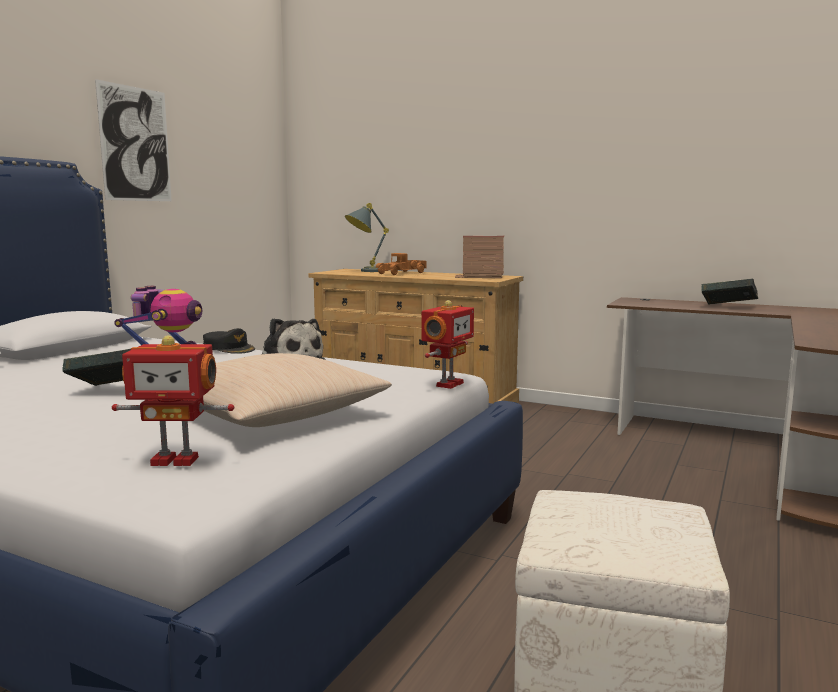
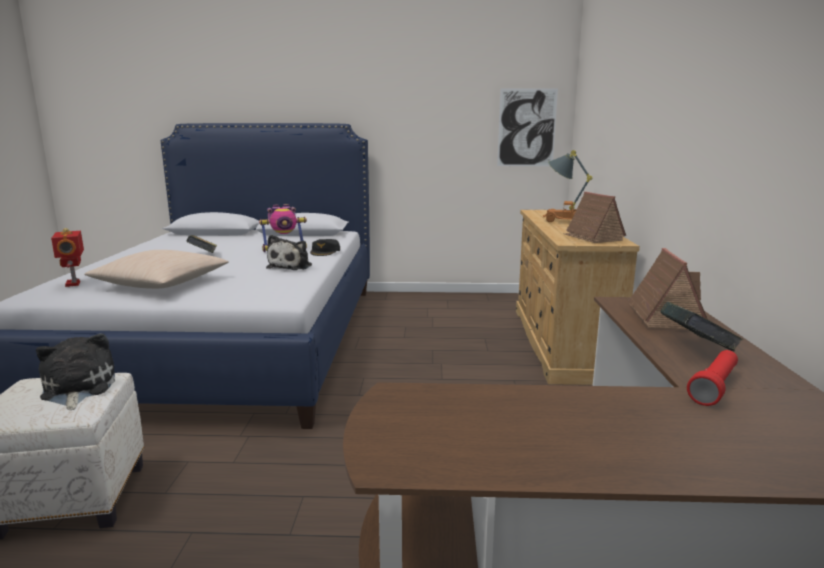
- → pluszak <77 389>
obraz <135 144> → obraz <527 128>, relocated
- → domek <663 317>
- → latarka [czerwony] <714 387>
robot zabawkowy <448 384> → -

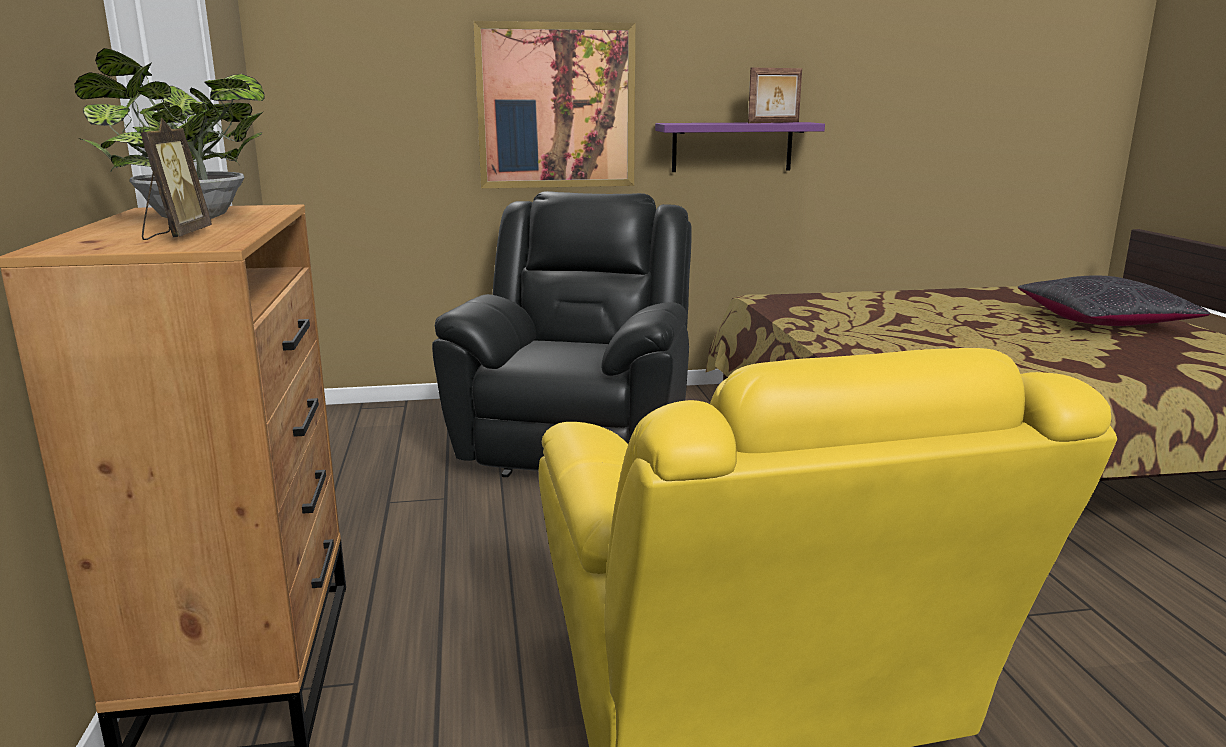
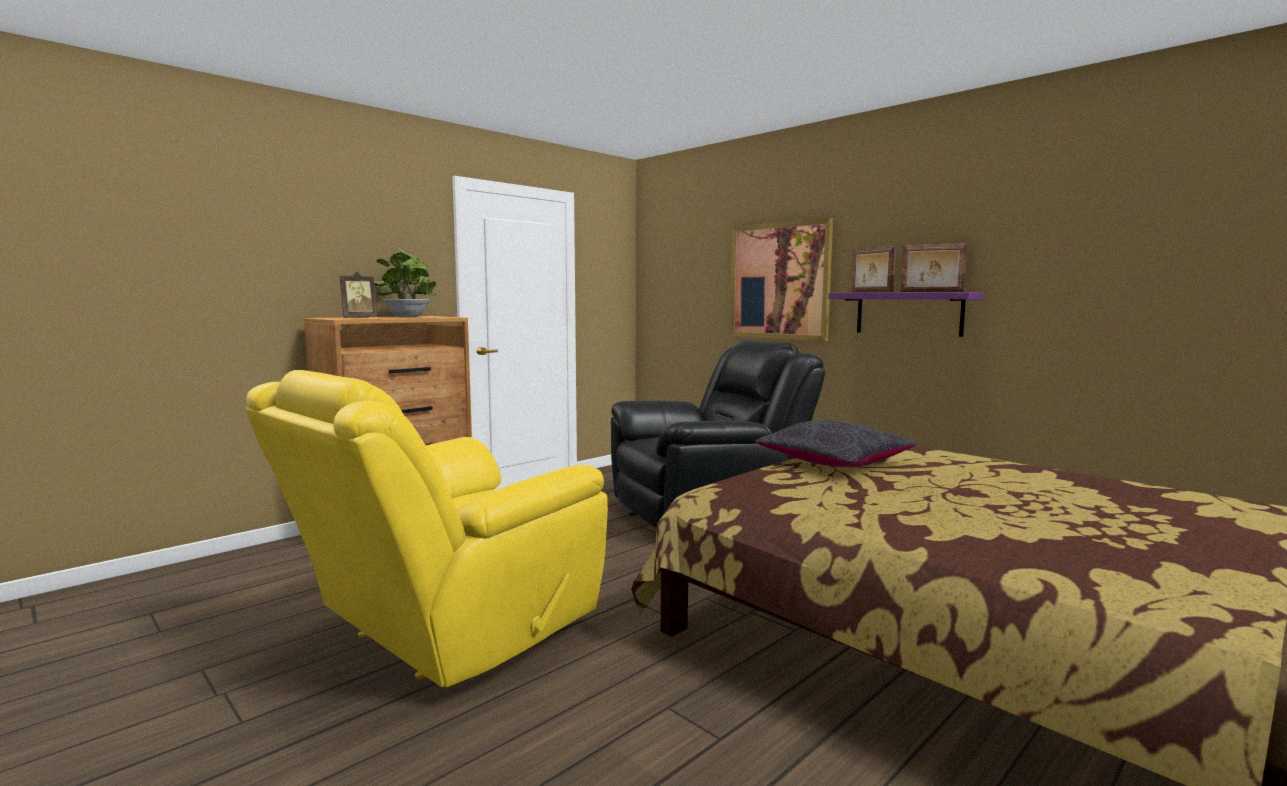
poduszka [czarny] <1103 322> → poduszka [czarny] <834 463>, relocated
- → ramka na zdjęcie <870 292>

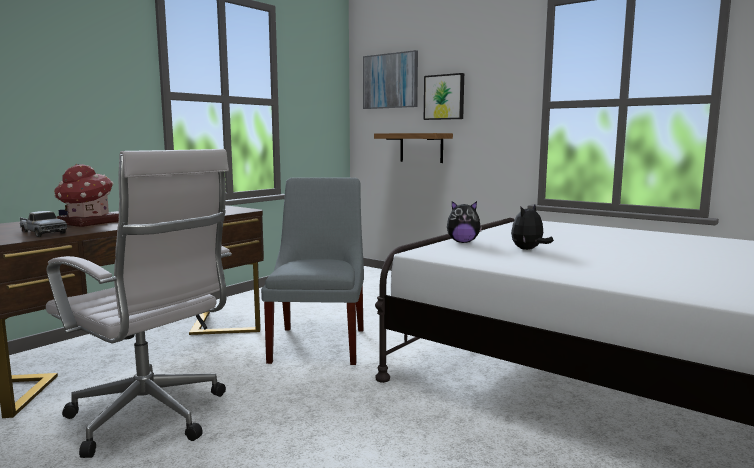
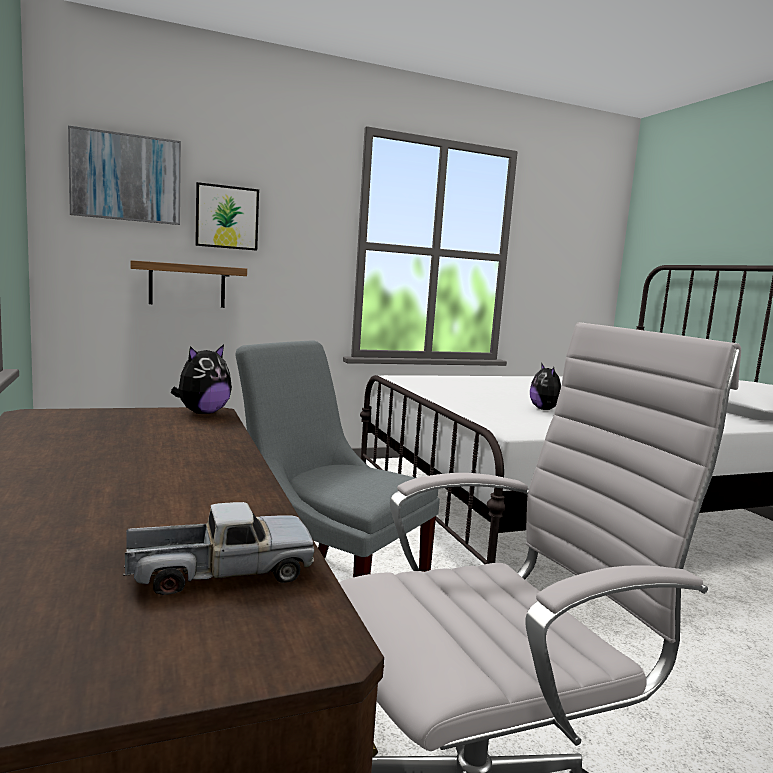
pluszak <463 242> → pluszak <202 413>, relocated
domek <87 223> → -

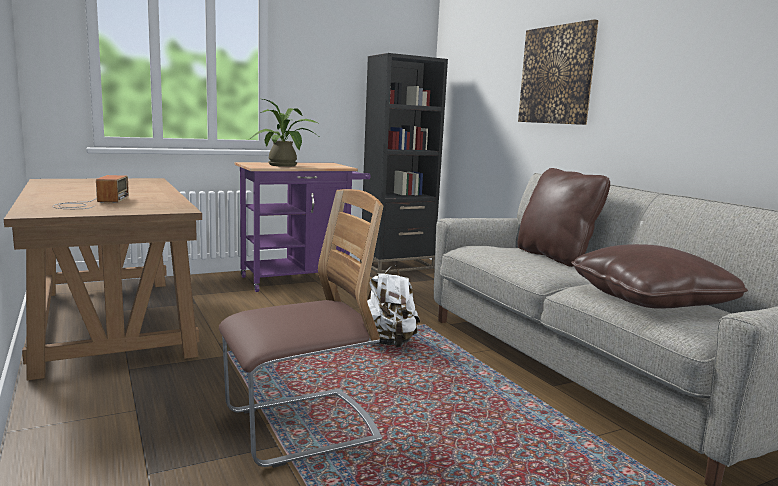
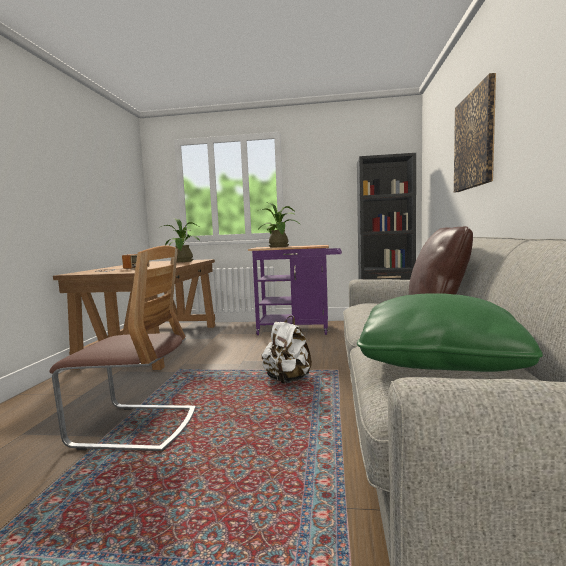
- → roślina doniczkowa <183 261>
poduszka [brązowy] <650 300> → poduszka [zielony] <437 360>

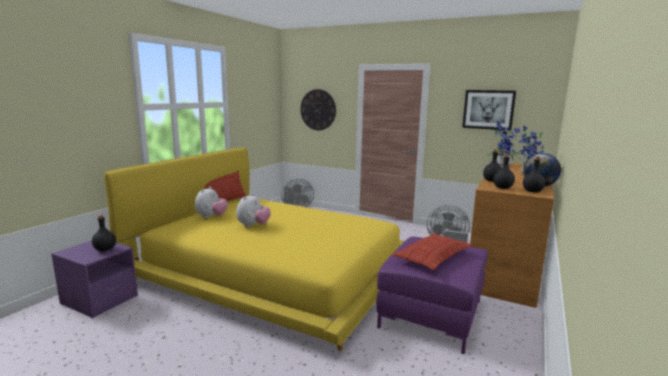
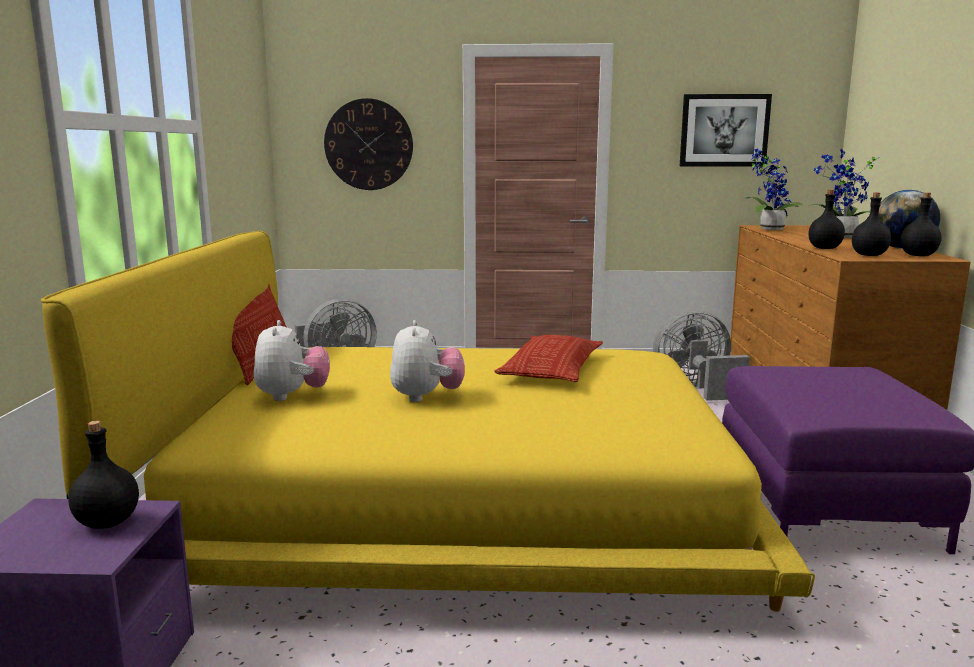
poduszka <433 256> → poduszka <552 368>, relocated

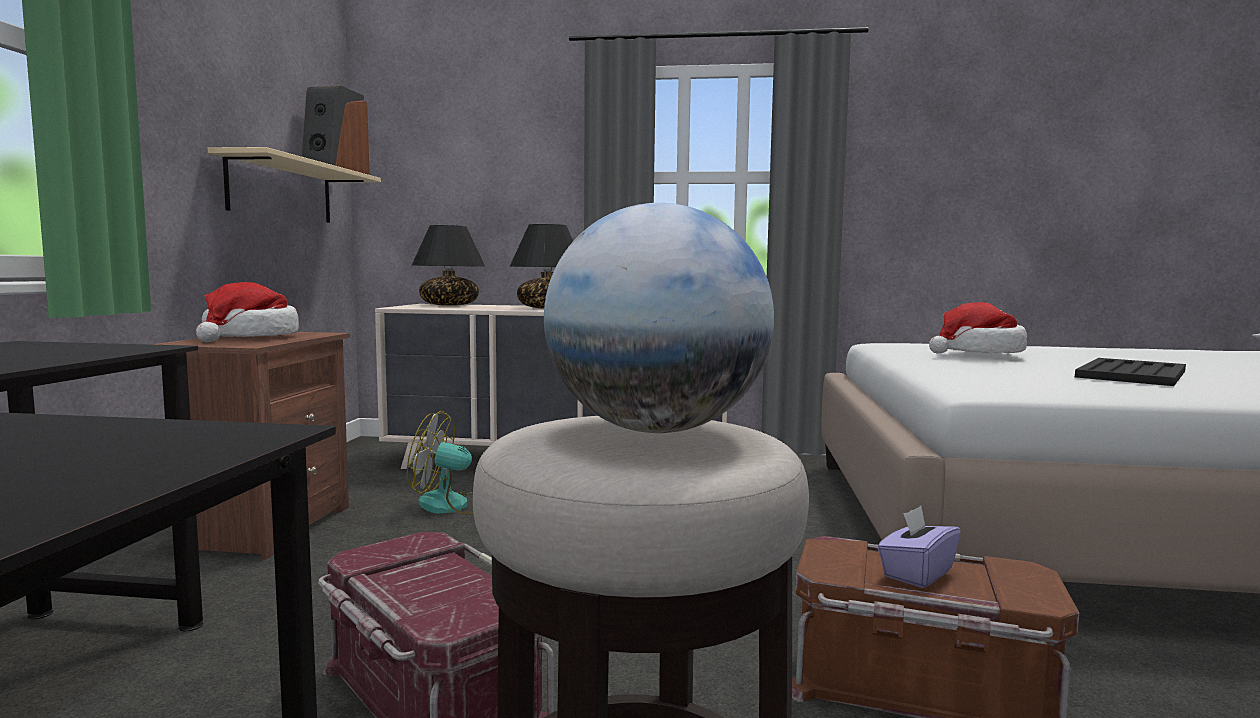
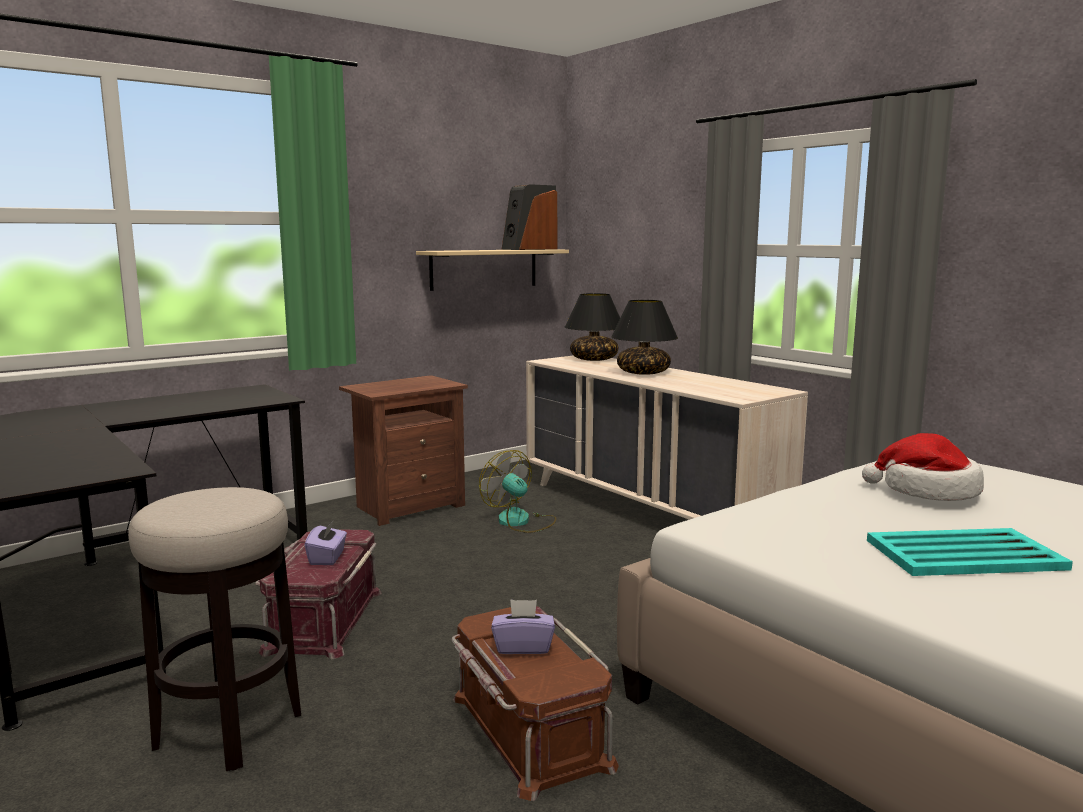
- → pudełko chusteczek [fioletowy] <327 558>
taca [czarny] <1132 374> → taca [turkusowy] <966 554>
kapelusz <249 337> → -
globus <656 430> → -

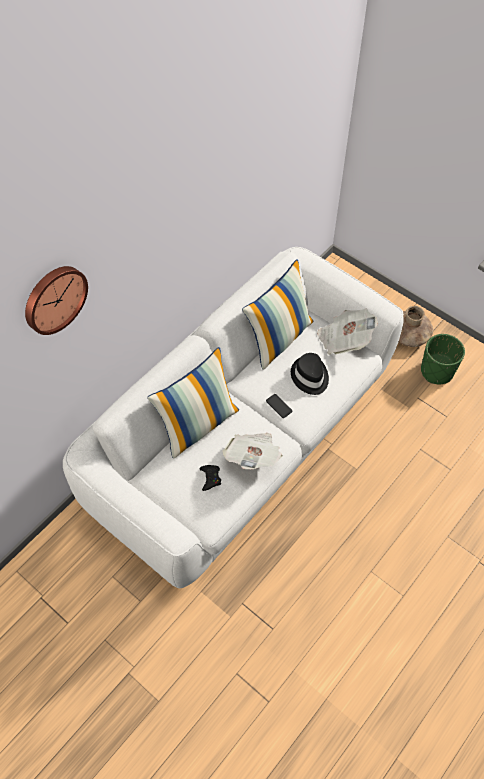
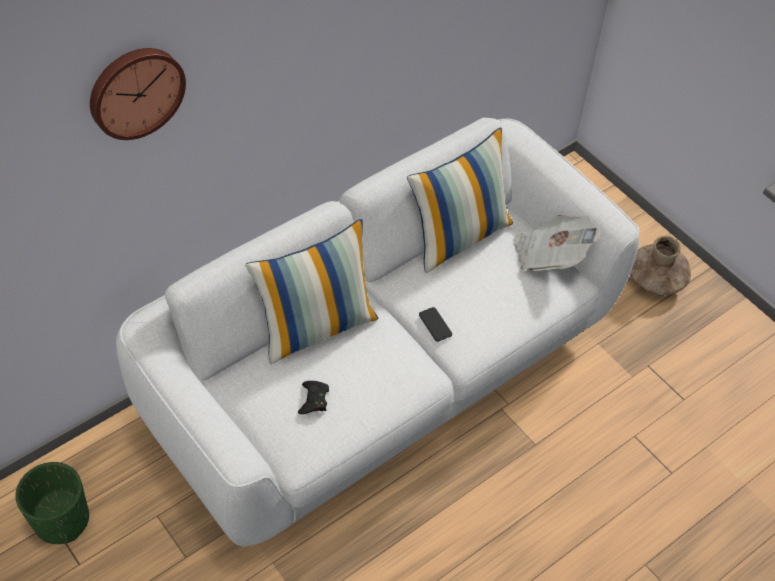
donica [zielony] <436 371> → donica [zielony] <61 520>, relocated
gazeta <253 457> → -
kapelusz [czarny] <309 377> → -

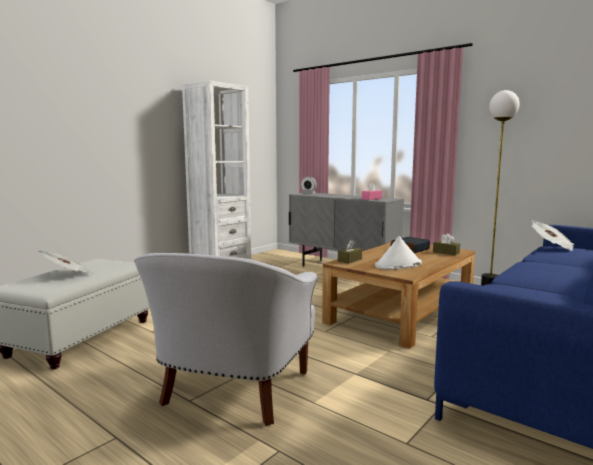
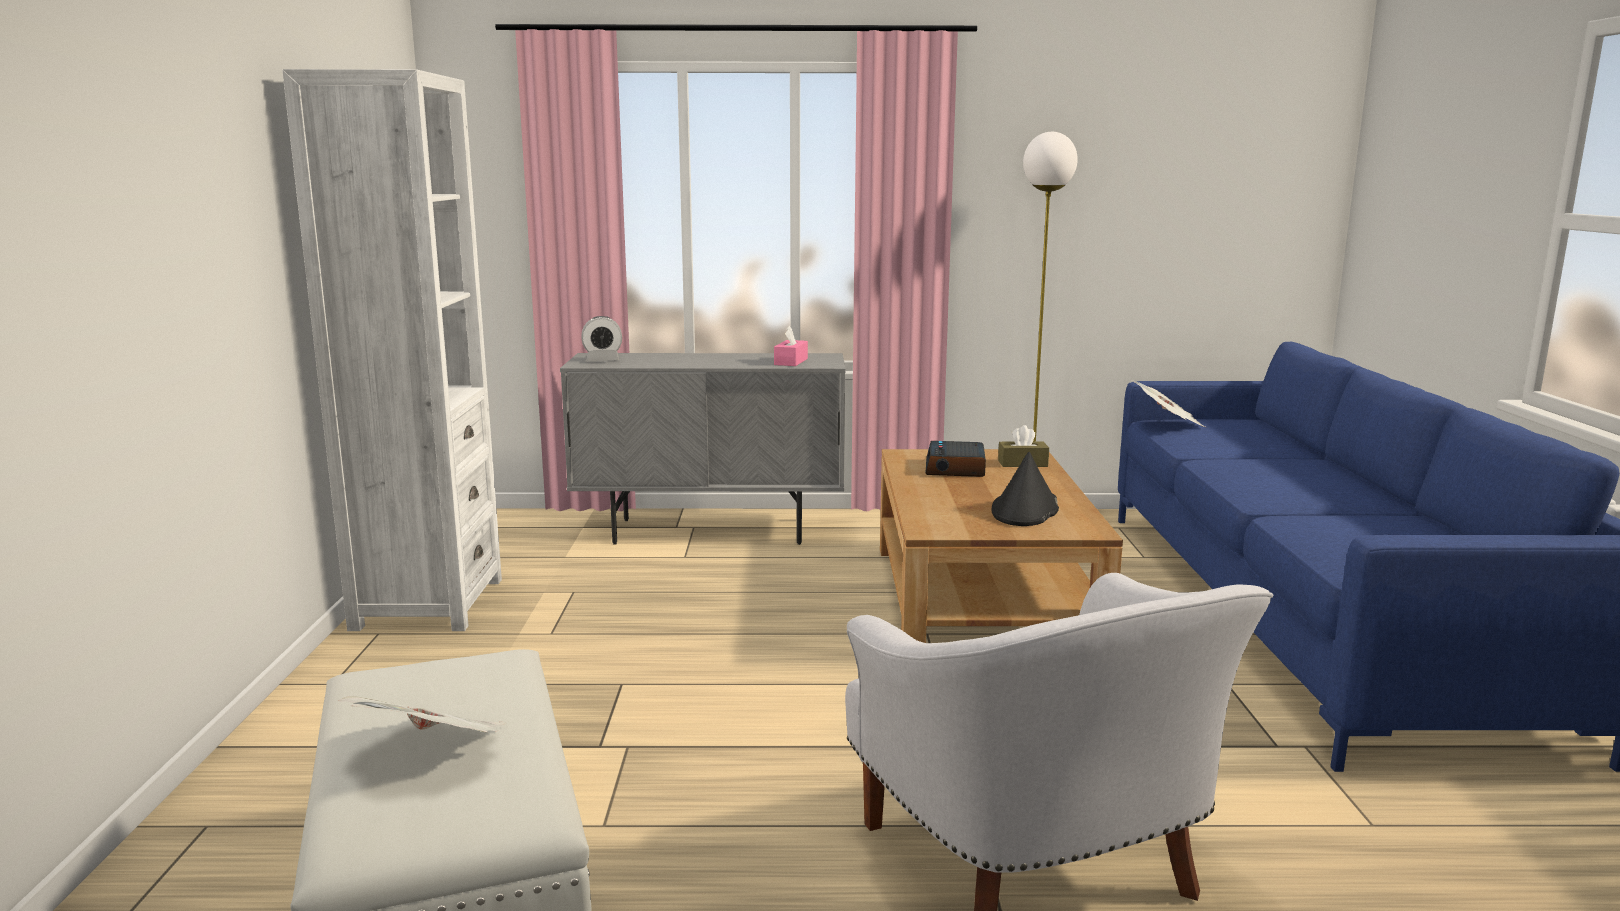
kapelusz [biały] <398 265> → kapelusz [czarny] <1025 510>
pudełko chusteczek [brązowy] <349 260> → -

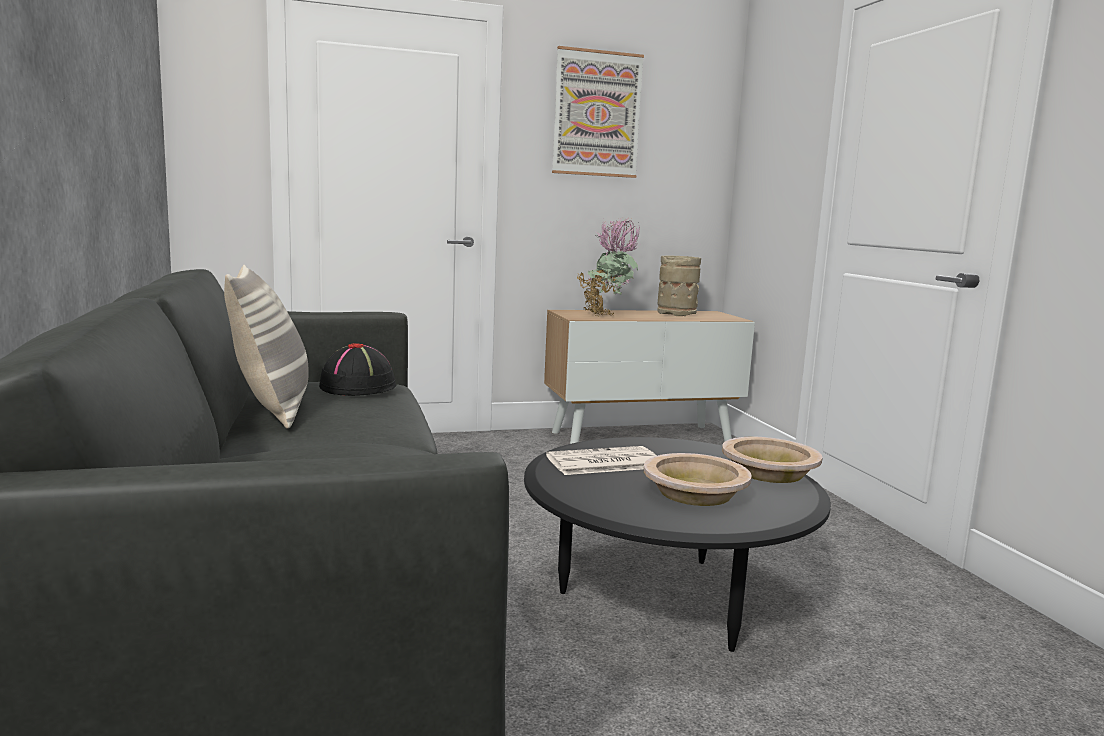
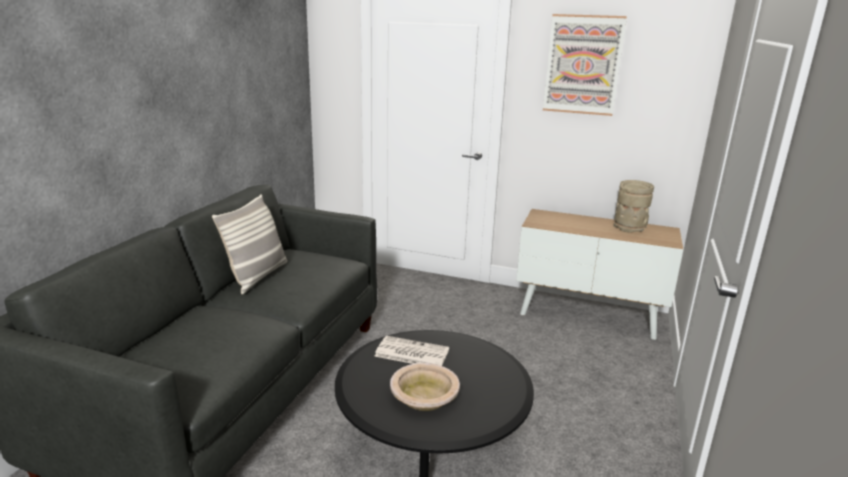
kapelusz [czarny] <358 387> → -
roślina doniczkowa <606 315> → -
miska [beżowy] <769 472> → -

